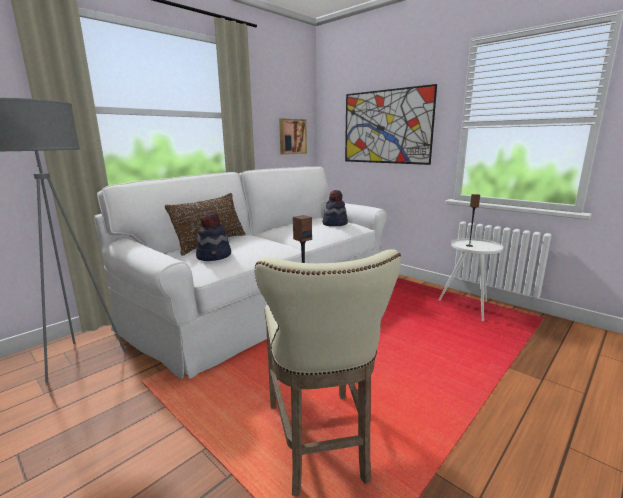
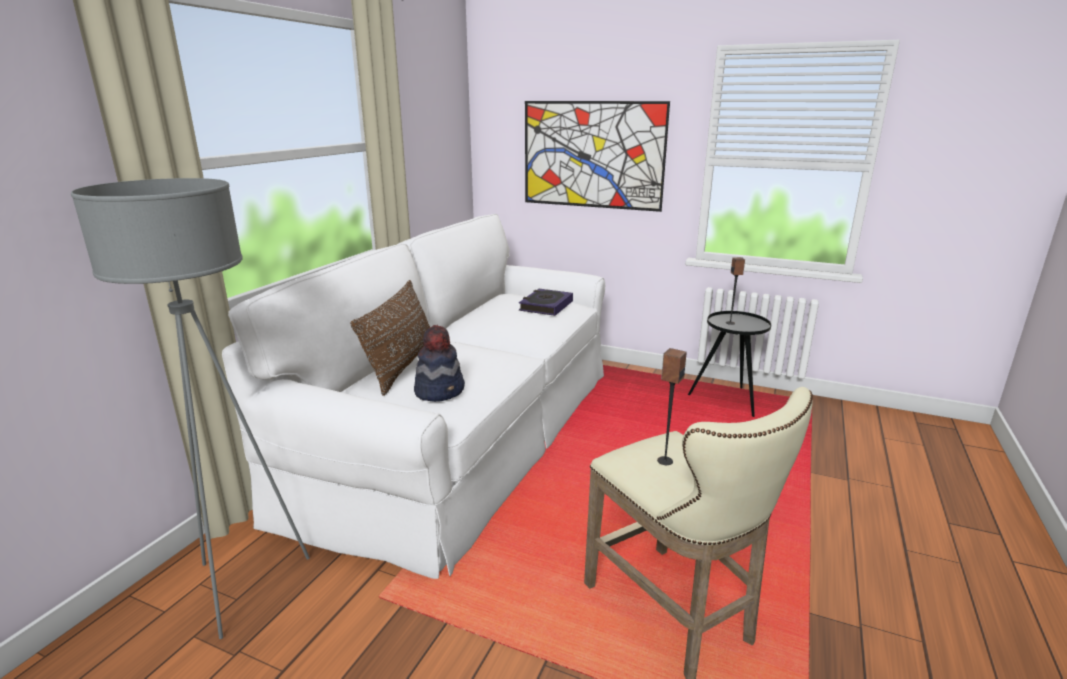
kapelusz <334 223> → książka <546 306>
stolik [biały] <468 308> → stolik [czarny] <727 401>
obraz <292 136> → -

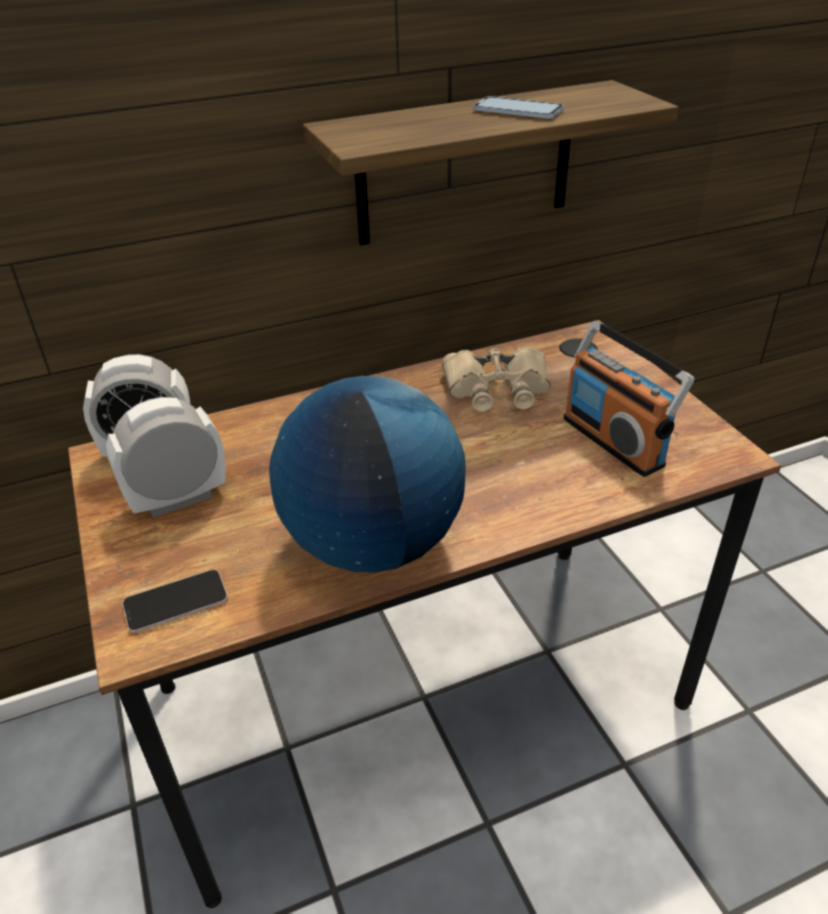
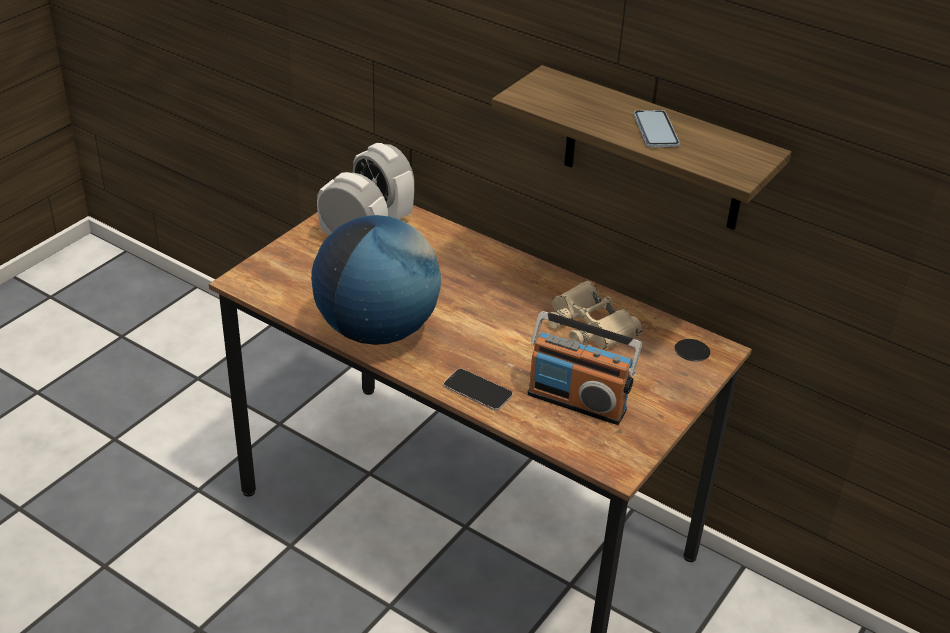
telefon <176 602> → telefon <477 390>, relocated
radio <614 441> → radio <577 401>, 90 degrees counterclockwise

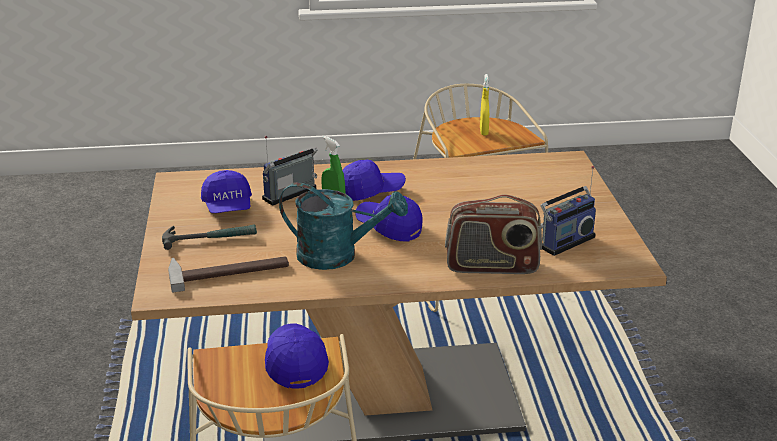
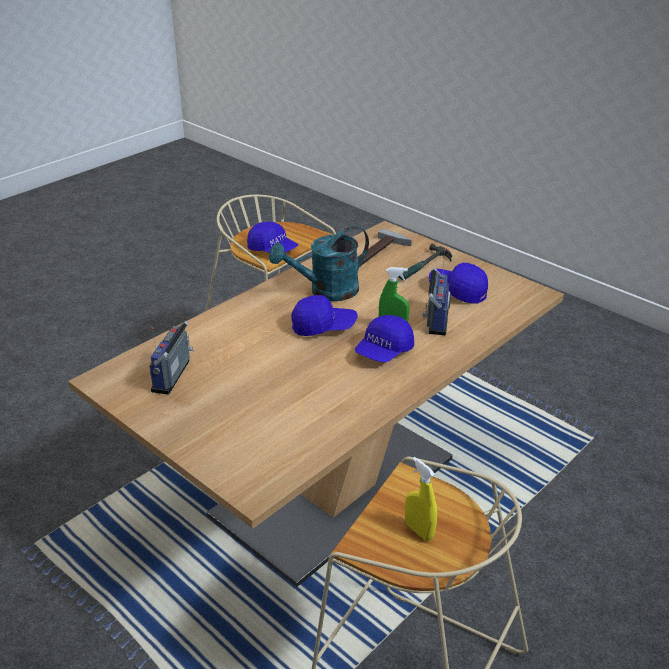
radio <492 266> → -

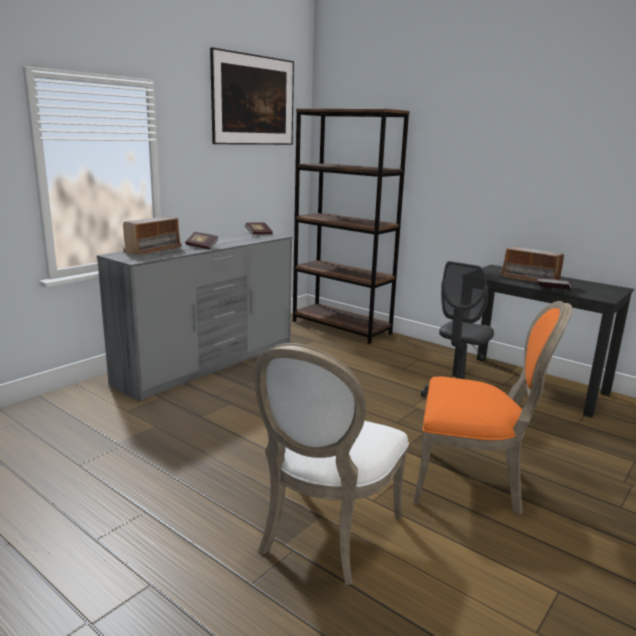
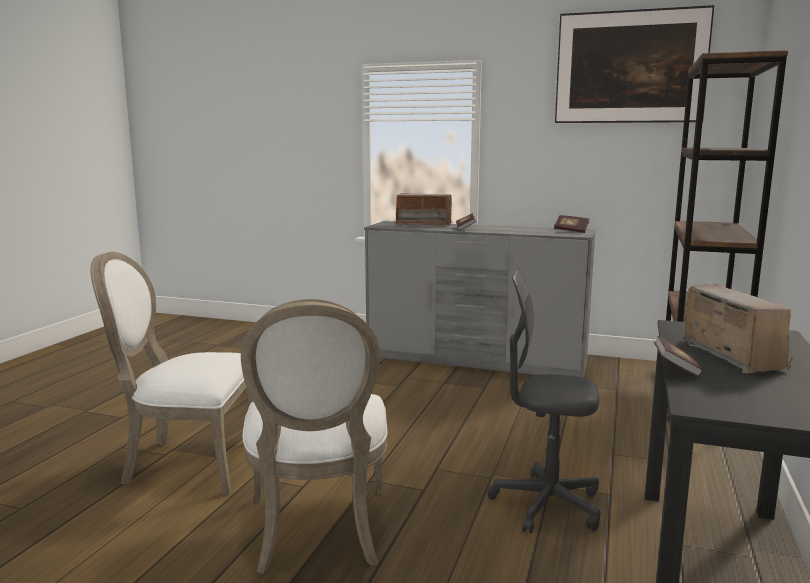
krzesło [pomarańczowy] <472 482> → krzesło [biały] <318 532>
radio <530 280> → radio <729 355>, 150 degrees clockwise

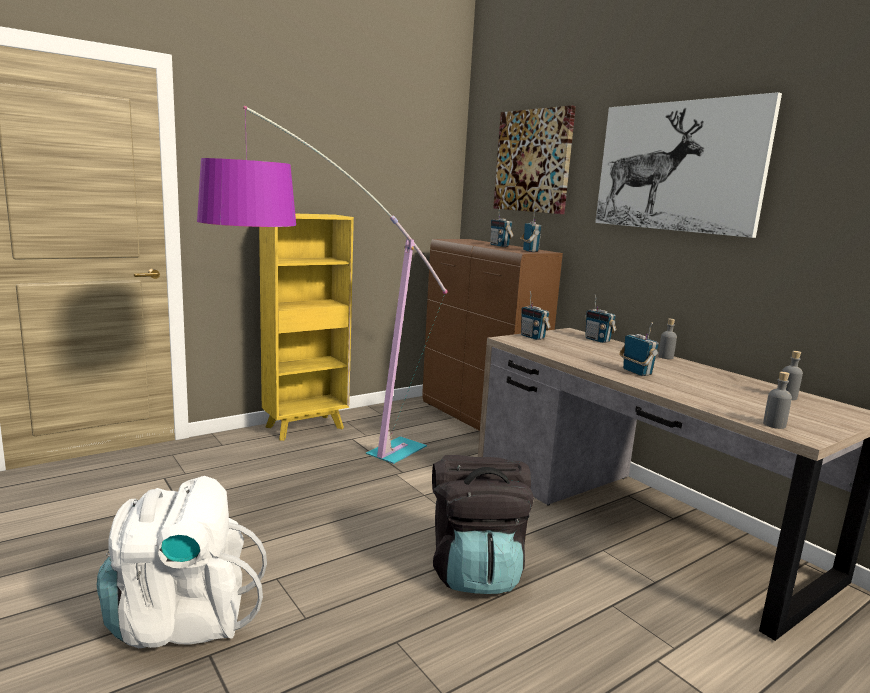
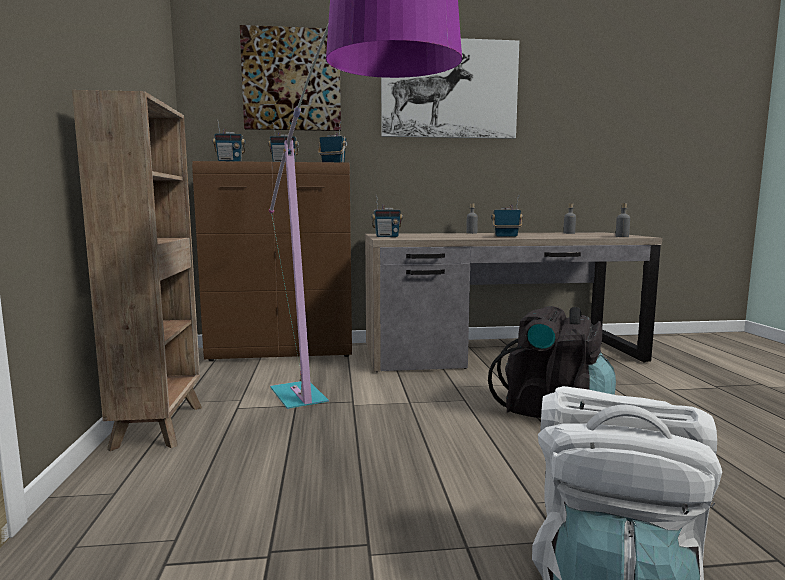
regał [żółty] <306 427> → regał [brązowy] <160 425>
radio <597 340> → radio <230 162>, relocated

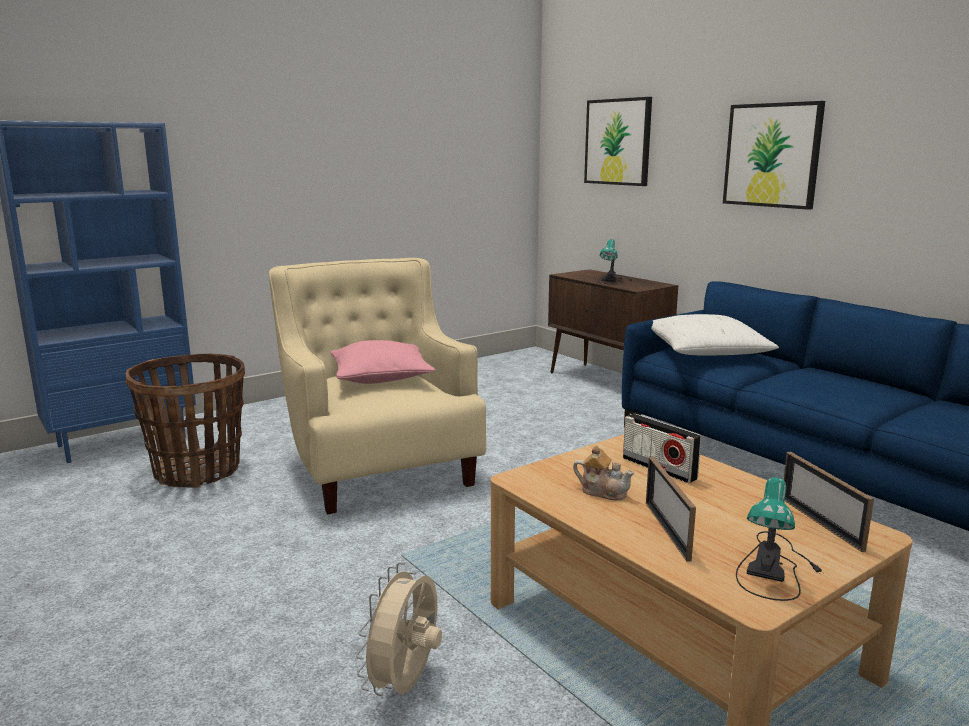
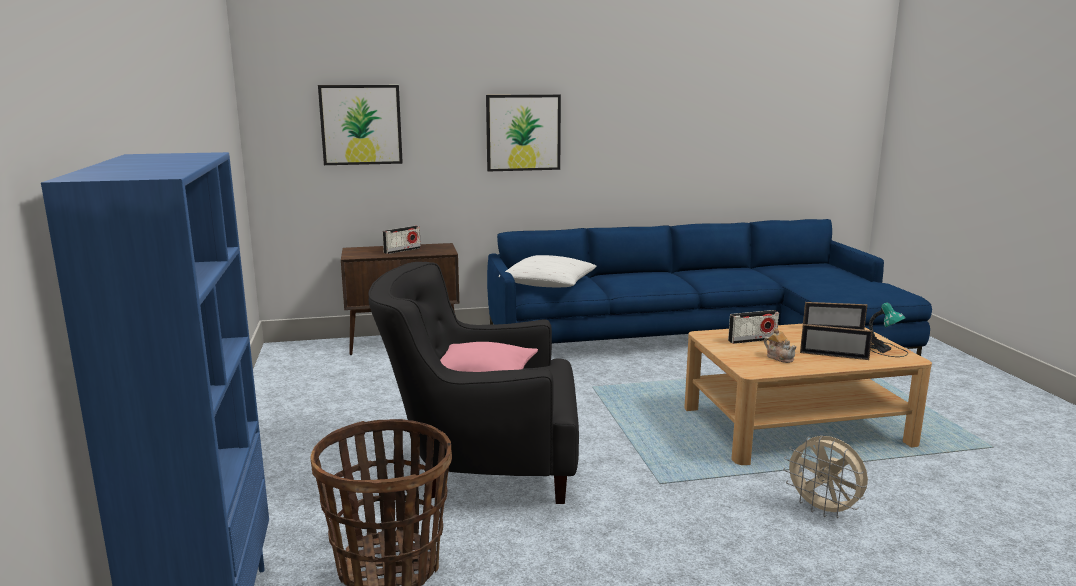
fotel [beżowy] <377 466> → fotel [czarny] <482 466>
lampa stołowa <613 280> → radio <402 250>
imbryk <603 491> → imbryk <779 357>, 90 degrees clockwise

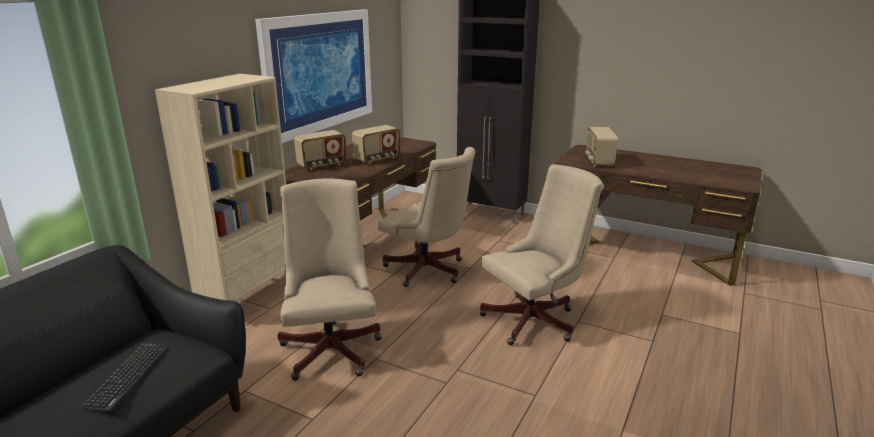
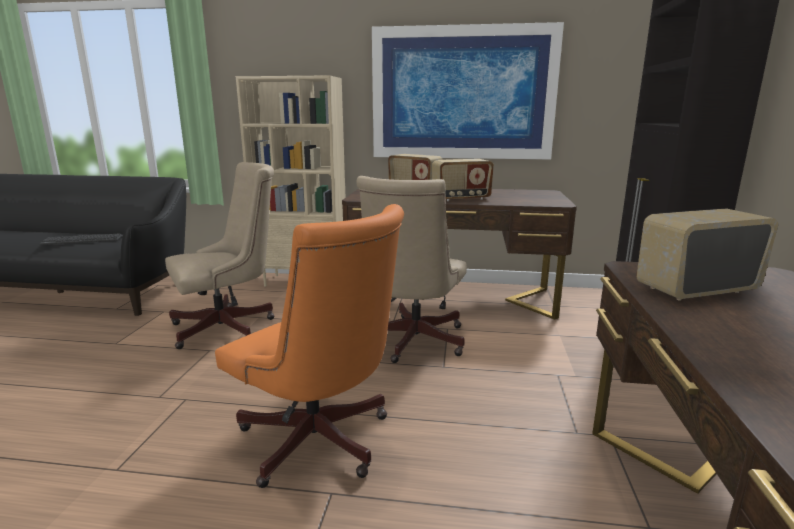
krzesło biurowe [beżowy] <536 320> → krzesło biurowe [pomarańczowy] <320 444>
radio <377 159> → radio <461 198>, 45 degrees counterclockwise

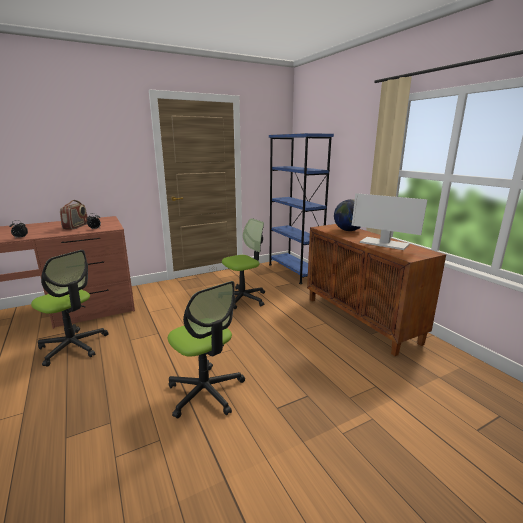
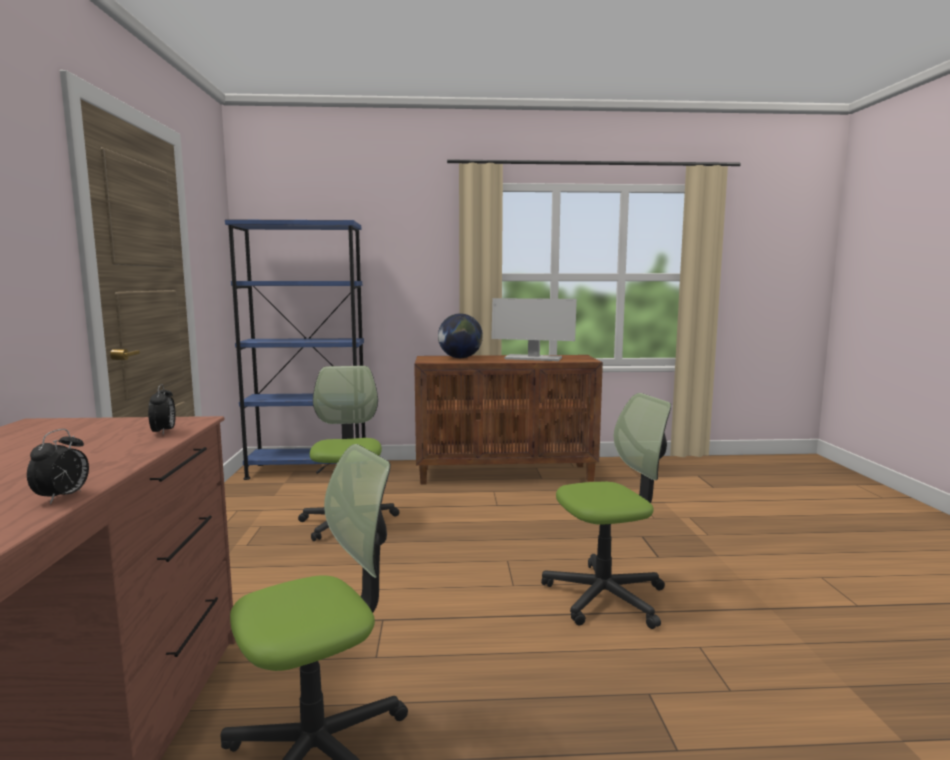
monitor <383 243> → monitor <532 358>, 45 degrees clockwise
radio <76 226> → -

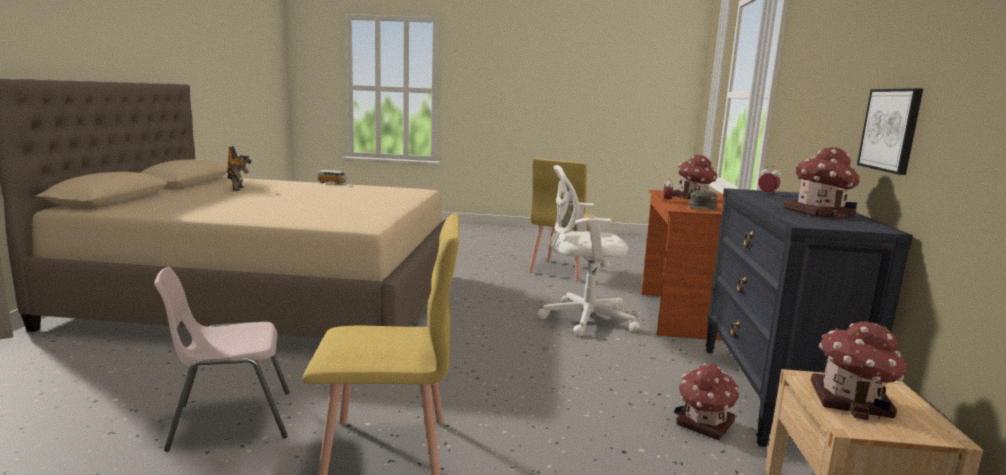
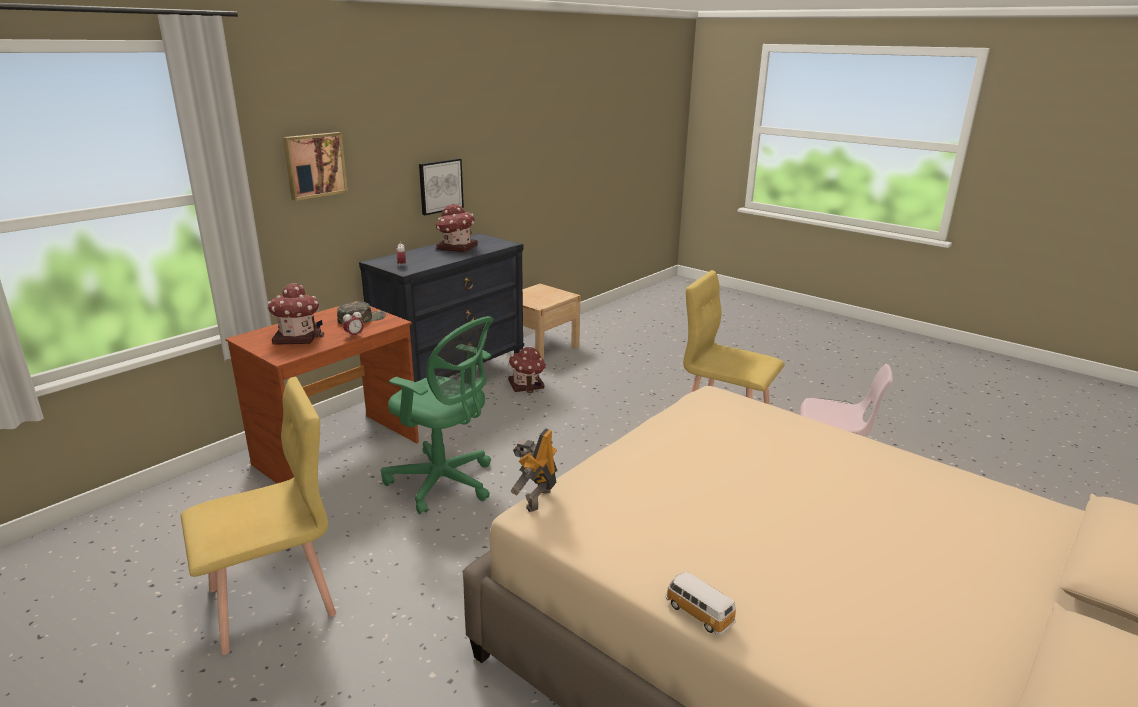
- → obraz <314 165>
krzesło biurowe [biały] <582 319> → krzesło biurowe [zielony] <444 483>
robot zabawkowy <239 189> → robot zabawkowy <536 499>, relocated
domek <852 400> → -

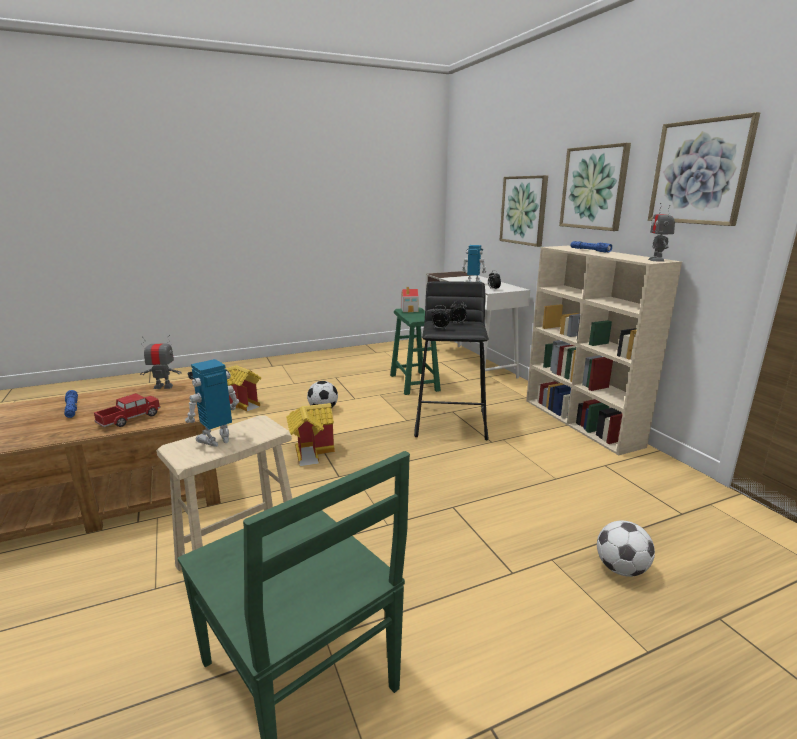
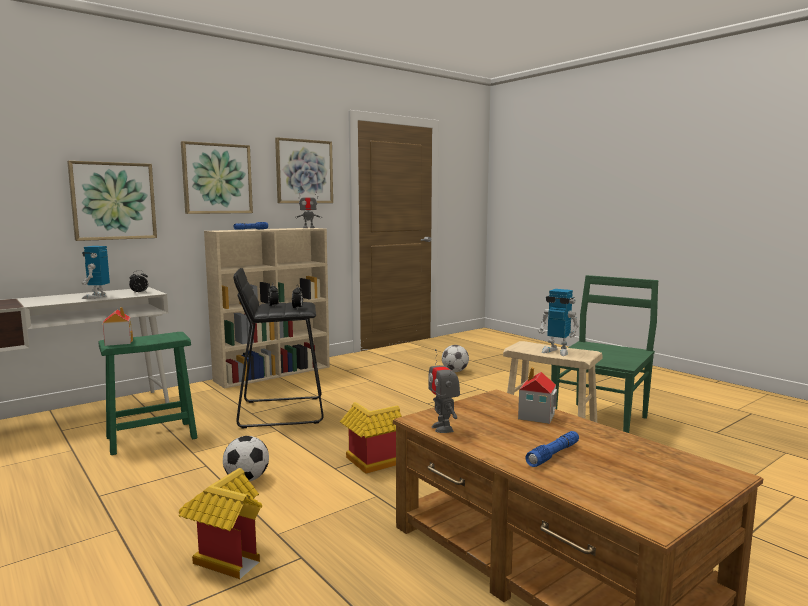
ciężarówka zabawkowa <130 419> → domek <536 416>

